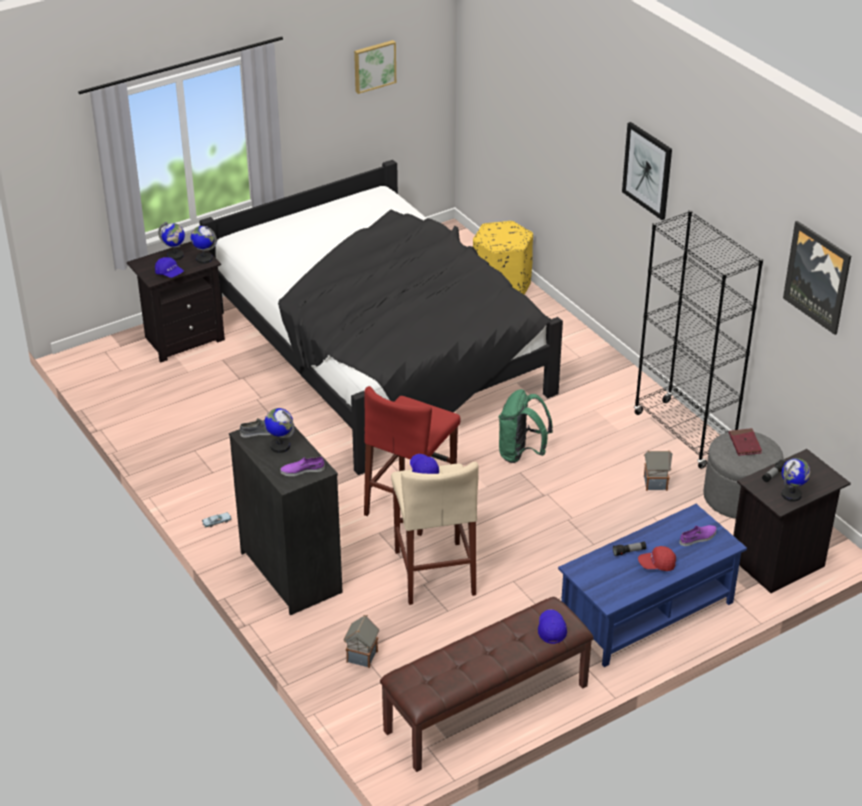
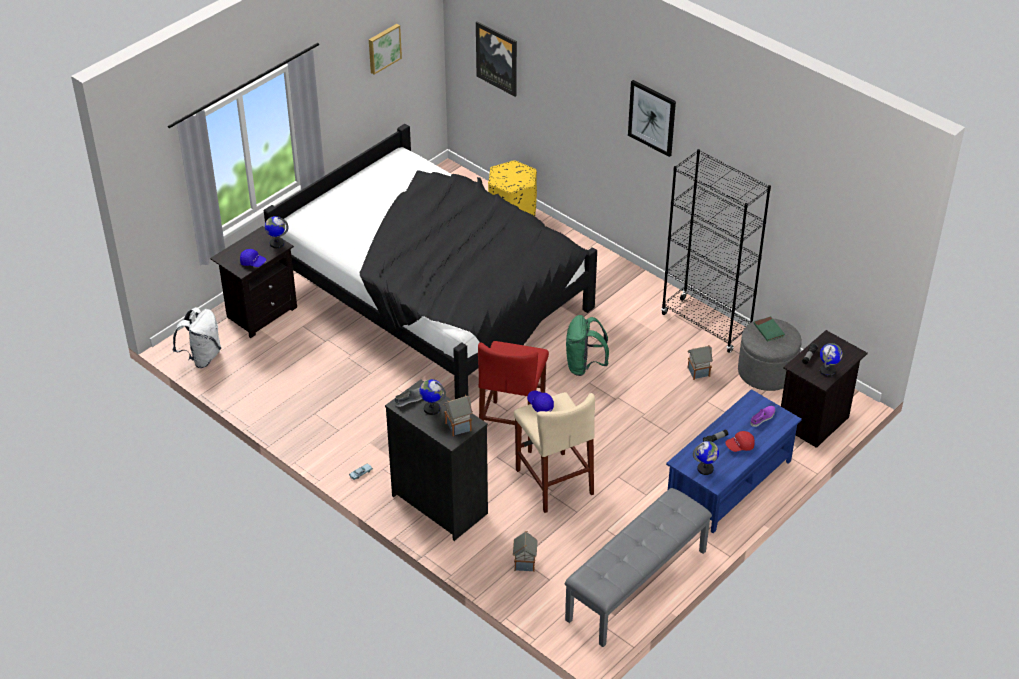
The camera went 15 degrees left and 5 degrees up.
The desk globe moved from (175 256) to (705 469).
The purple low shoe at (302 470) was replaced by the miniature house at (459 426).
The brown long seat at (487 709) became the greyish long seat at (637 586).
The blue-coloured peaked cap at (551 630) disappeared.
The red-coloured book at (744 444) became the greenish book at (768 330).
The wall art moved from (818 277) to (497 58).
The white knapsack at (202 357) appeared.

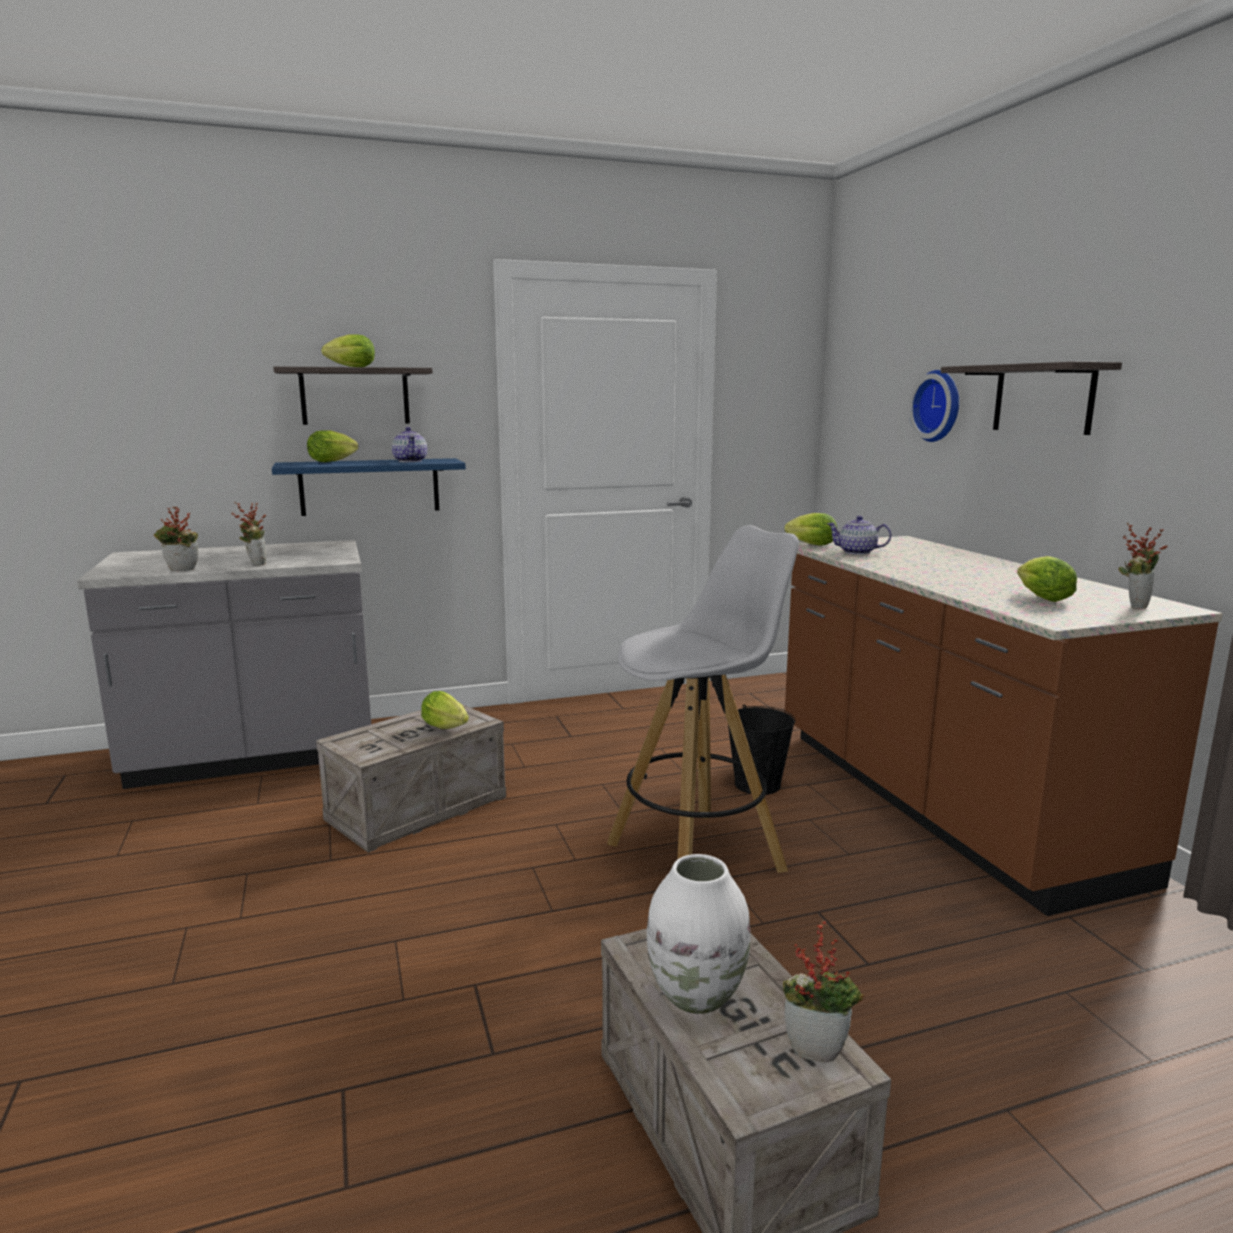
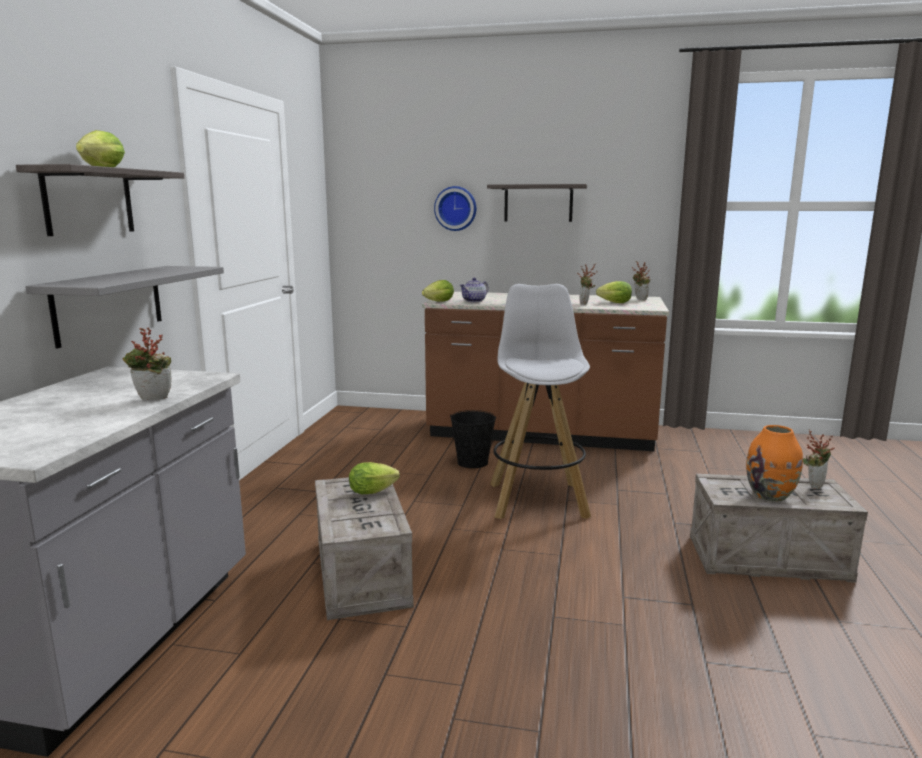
The camera went 60 degrees left and 0 degrees up.
The plant in a pot moved from (180 570) to (585 304).
The blue-coloured bracket shelf at (370 486) became the greyish bracket shelf at (109 304).
The lettuce at (334 461) disappeared.
The tea pot at (410 461) disappeared.
The white flower vase at (697 995) became the orange flower vase at (770 495).

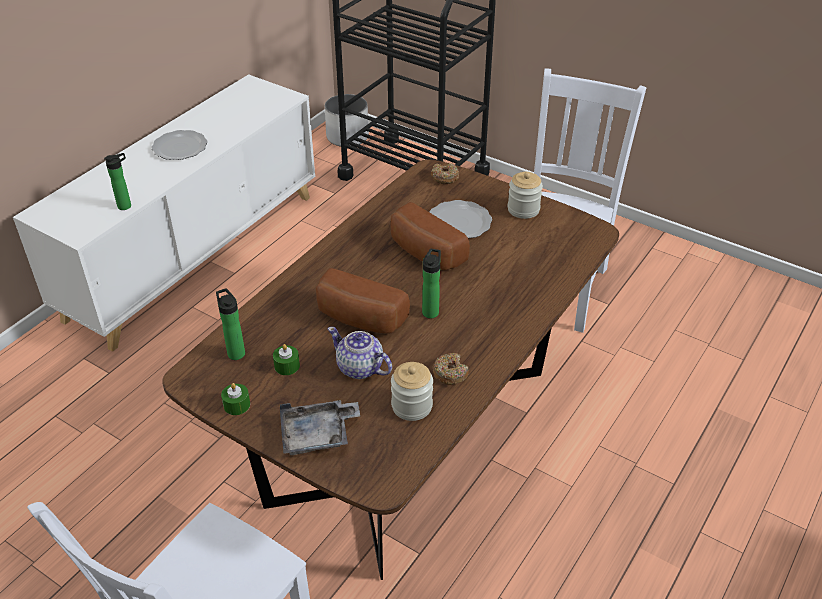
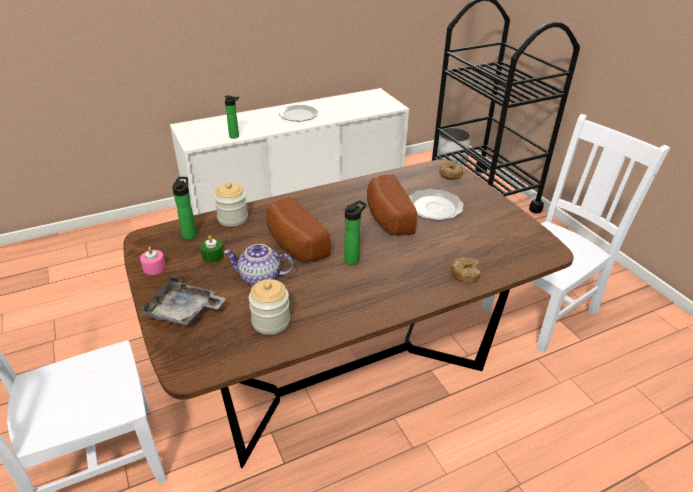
The camera went 30 degrees right and 5 degrees down.
The greenish wax light at (237 405) became the pink wax light at (154 267).
The tea pot at (360 368) turned 60 degrees counterclockwise.
The donut moved from (450 373) to (465 274).
The storage jar moved from (523 209) to (233 218).

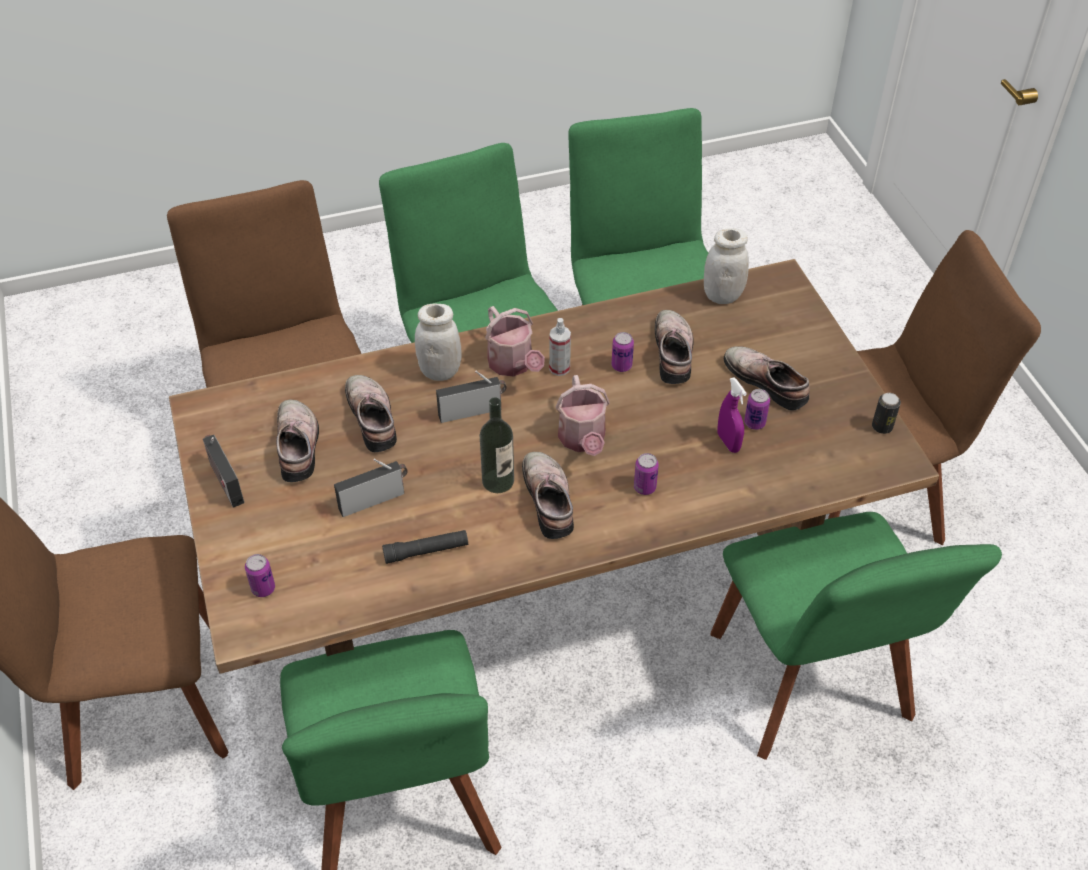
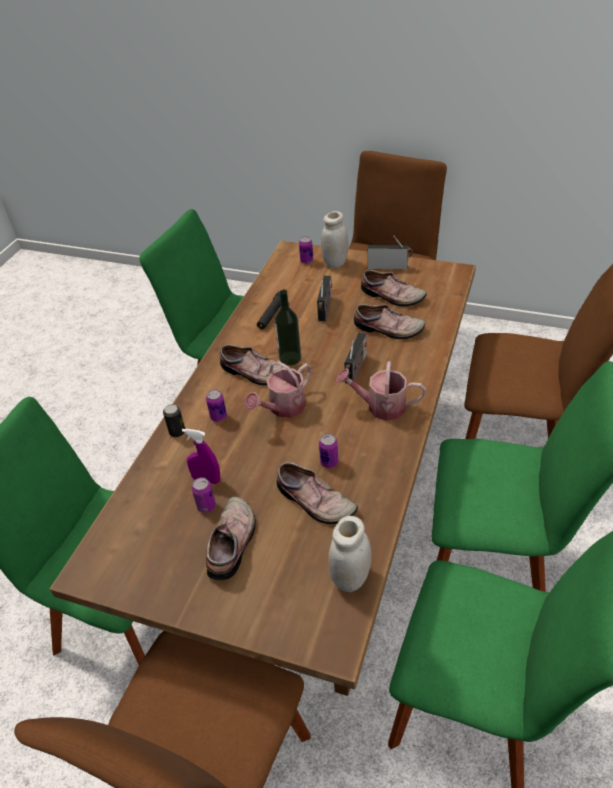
The camera went 130 degrees right and 5 degrees down.
The white storage jar moved from (440 371) to (335 263).
The sprayer at (559 368) disappeared.
The watering can at (583 440) turned 75 degrees counterclockwise.
The low shoe at (767 381) turned 75 degrees counterclockwise.
The metal can moved from (882 427) to (177 432).

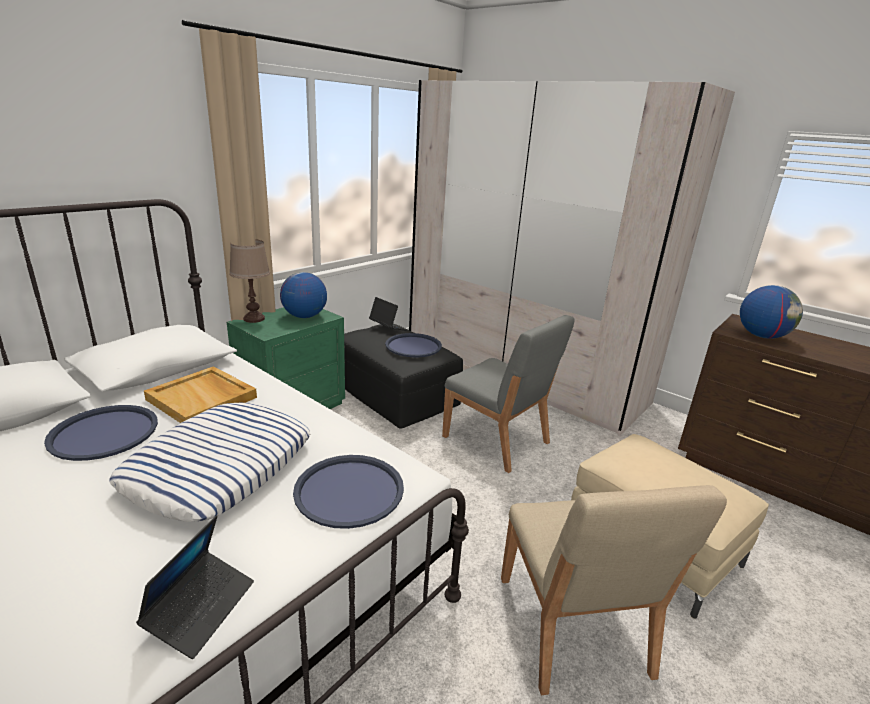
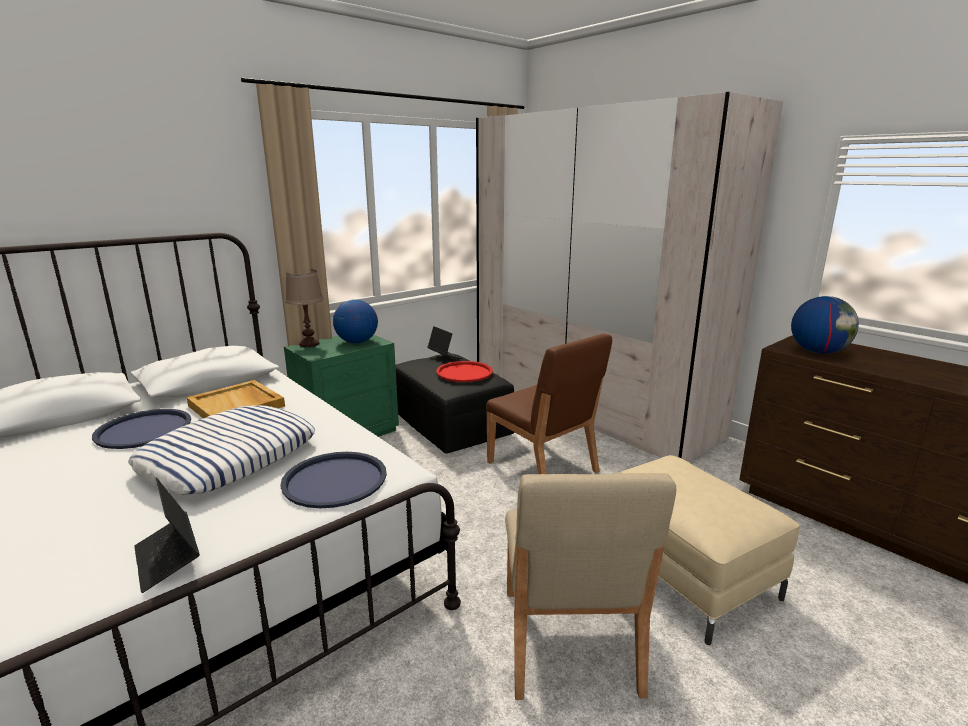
The camera went 10 degrees right and 5 degrees down.
The laptop at (201 608) turned 120 degrees clockwise.
The blue-coloured tray at (413 346) became the red-coloured tray at (464 372).
The greyish chair at (496 440) became the brown chair at (543 467).

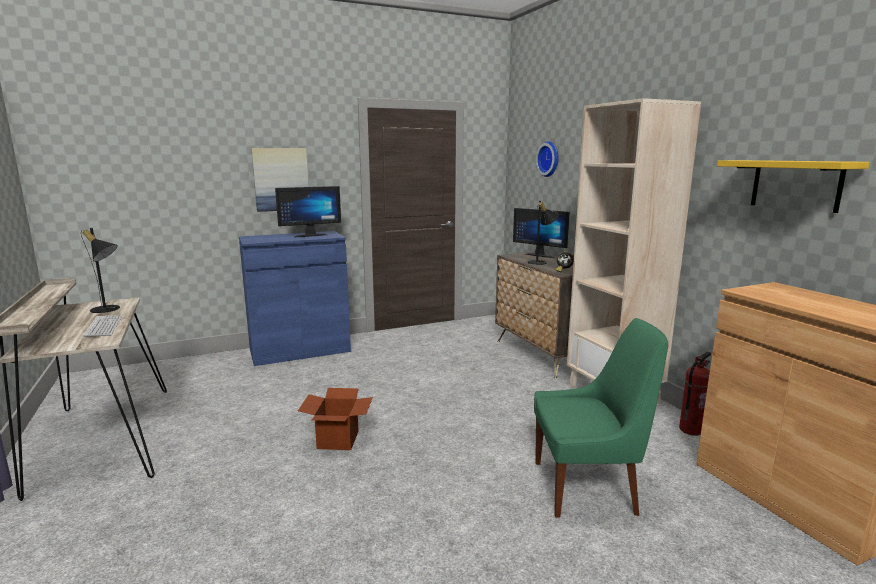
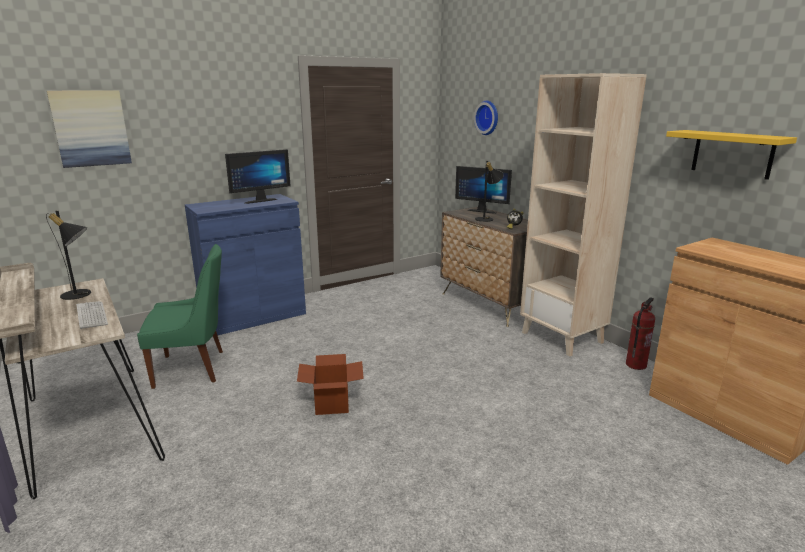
The camera went 10 degrees left and 5 degrees up.
The wall art moved from (281 179) to (91 128).
The greenish chair moved from (588 487) to (193 368).

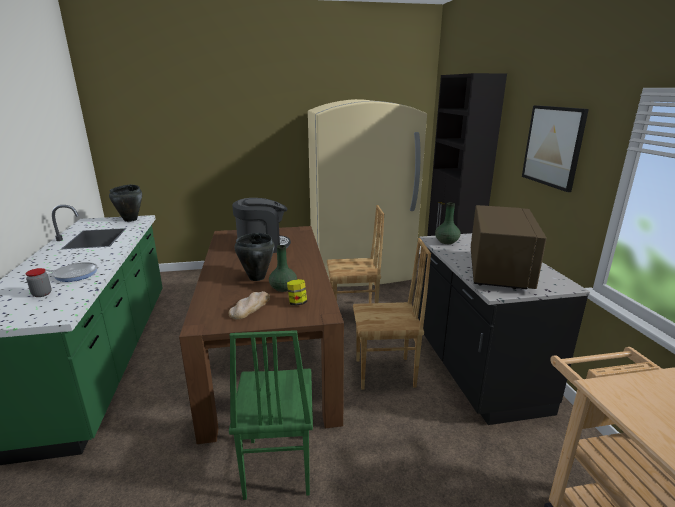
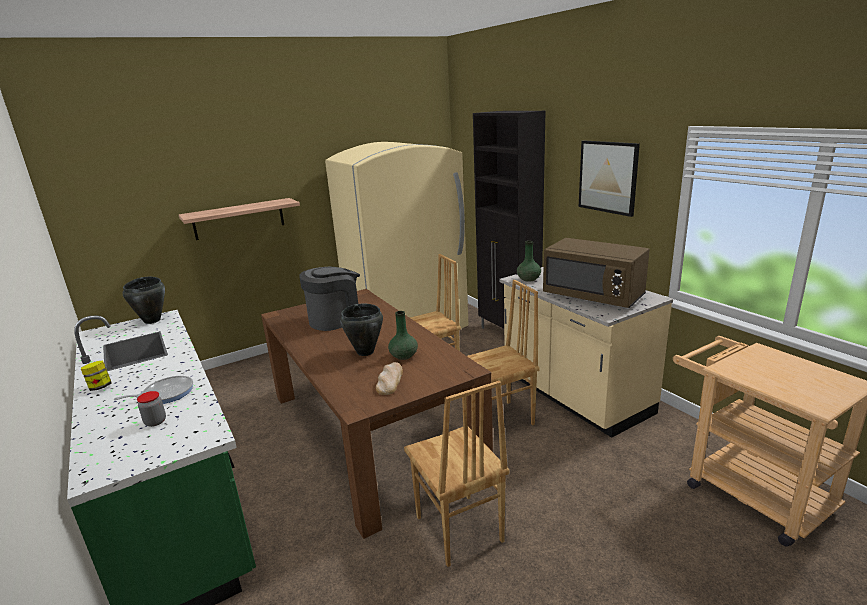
The camera went 20 degrees left and 0 degrees up.
The greenish chair at (276 467) became the brown chair at (458 530).
The storage jar moved from (297 303) to (100 387).
The blackish counter at (475 370) became the beige-coloured counter at (574 396).
The brown microwave at (498 270) turned 135 degrees clockwise.
The bracket shelf at (239 219) appeared.

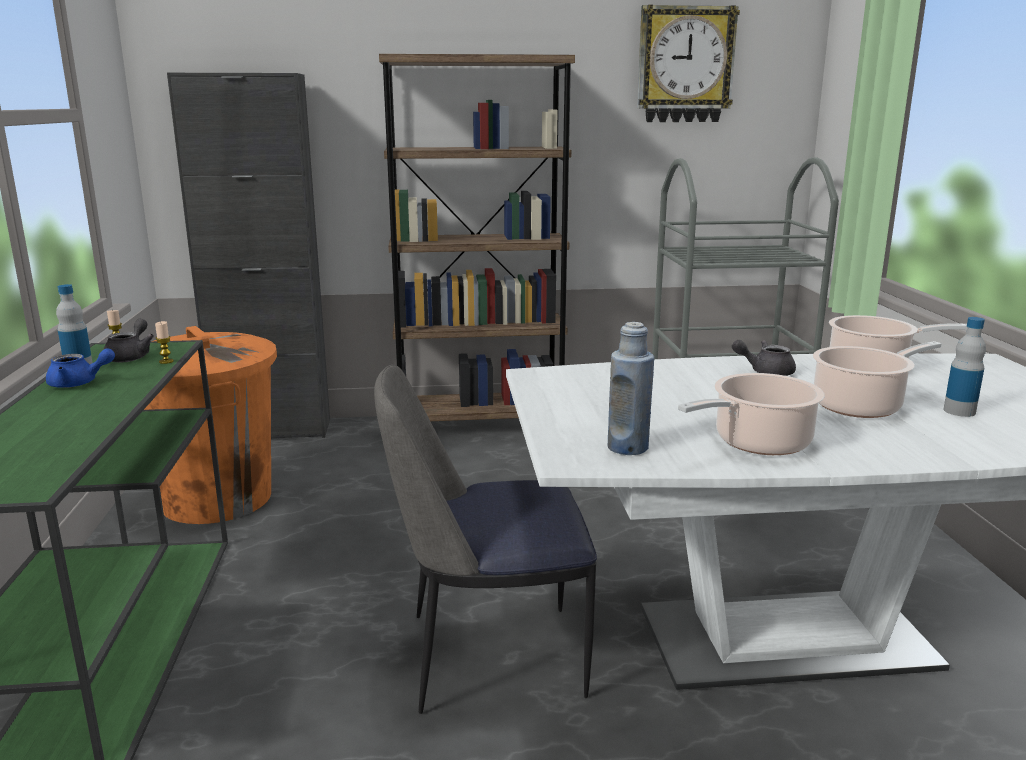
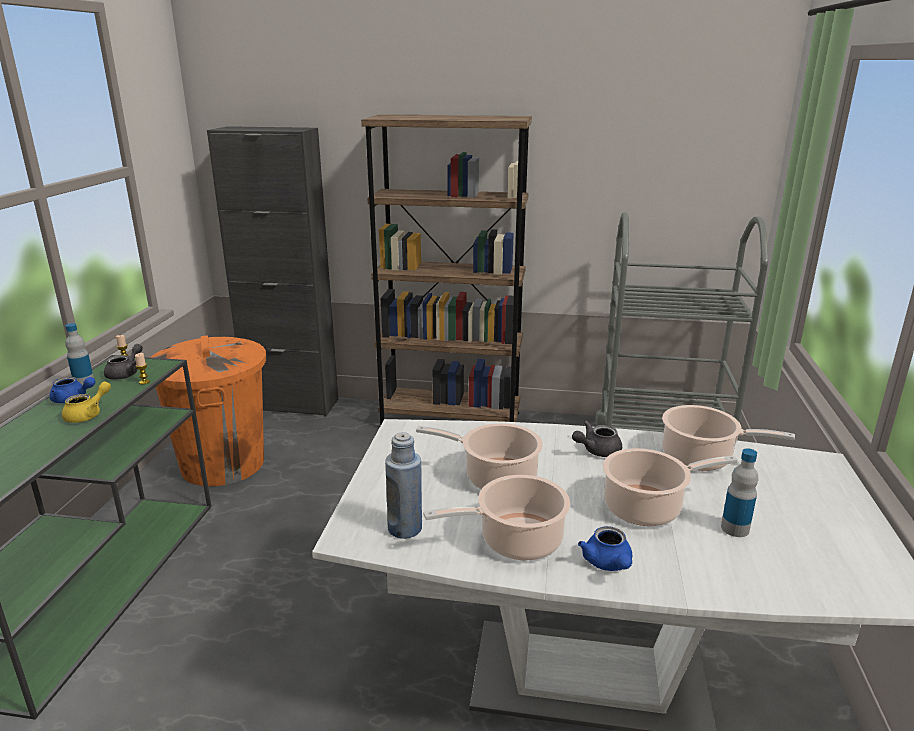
The camera went 15 degrees right and 5 degrees up.
The chair at (488 656) disappeared.
The clock on the wall at (685 65) disappeared.
The greyish tea pot at (765 372) turned 45 degrees counterclockwise.
The yellow-coloured tea pot at (88 415) appeared.
The stockpot at (495 477) appeared.
The blue-coloured tea pot at (608 564) appeared.

